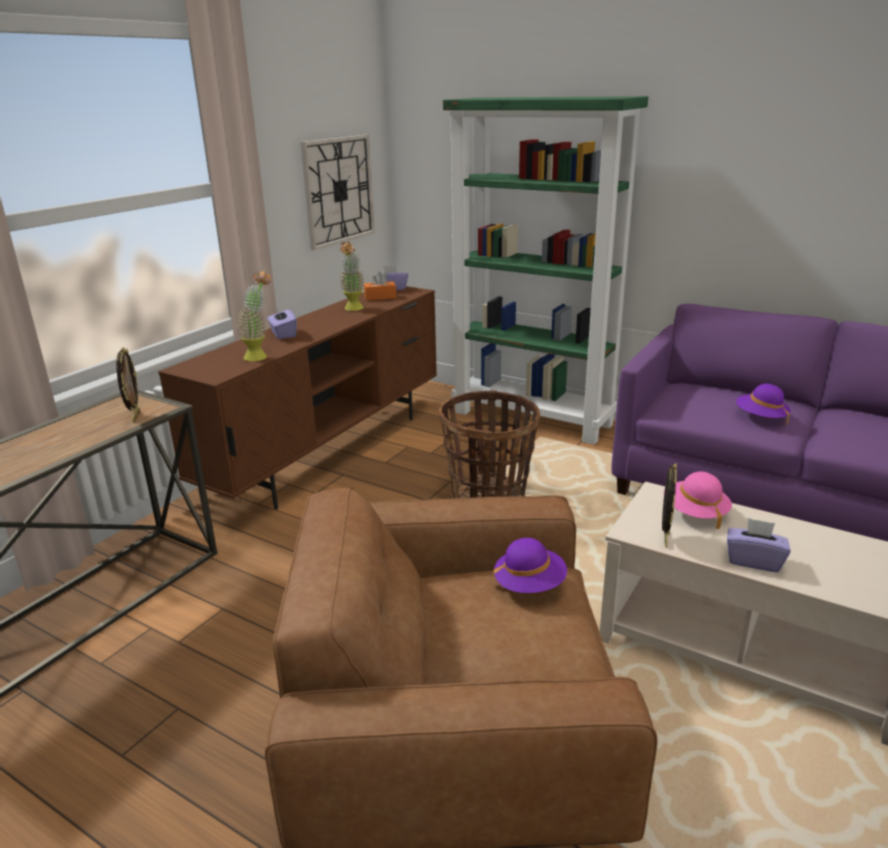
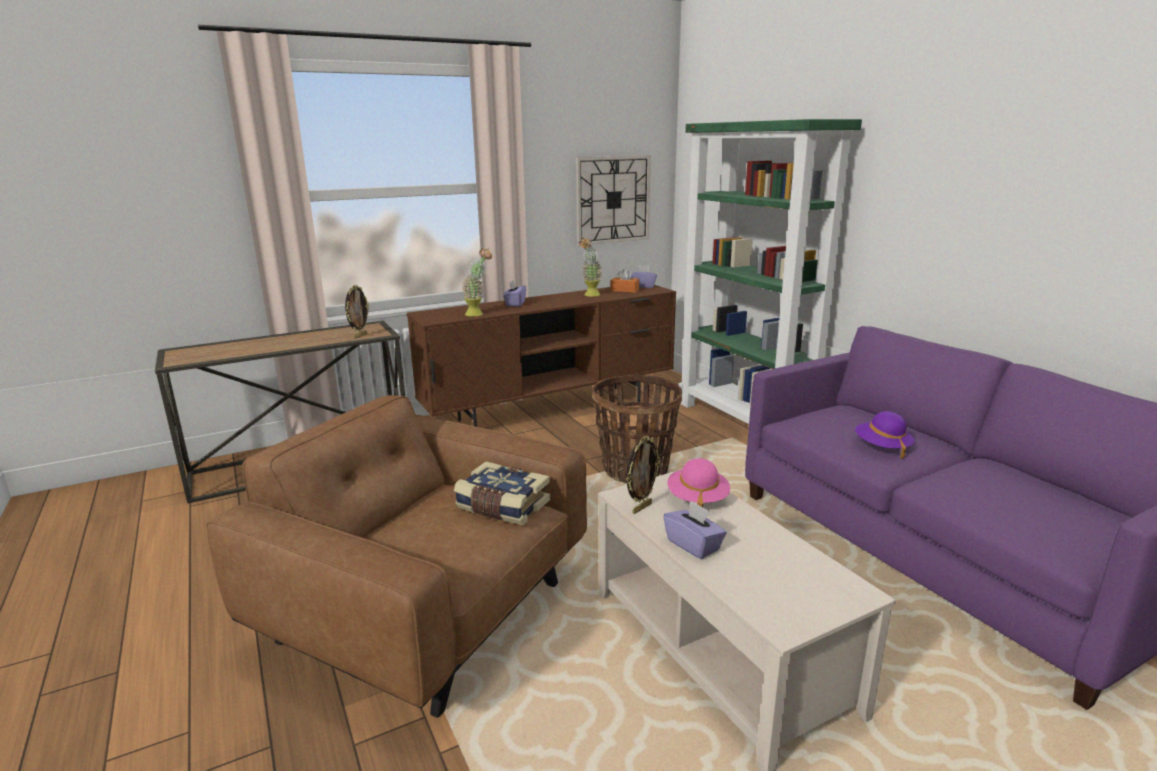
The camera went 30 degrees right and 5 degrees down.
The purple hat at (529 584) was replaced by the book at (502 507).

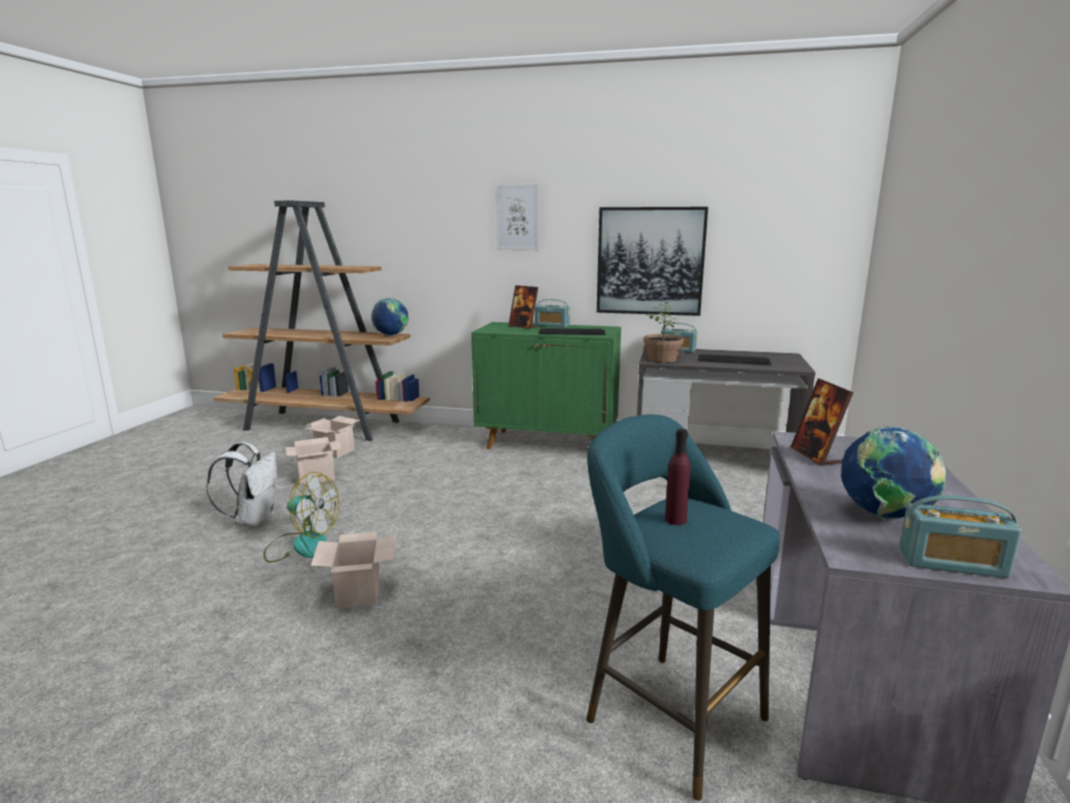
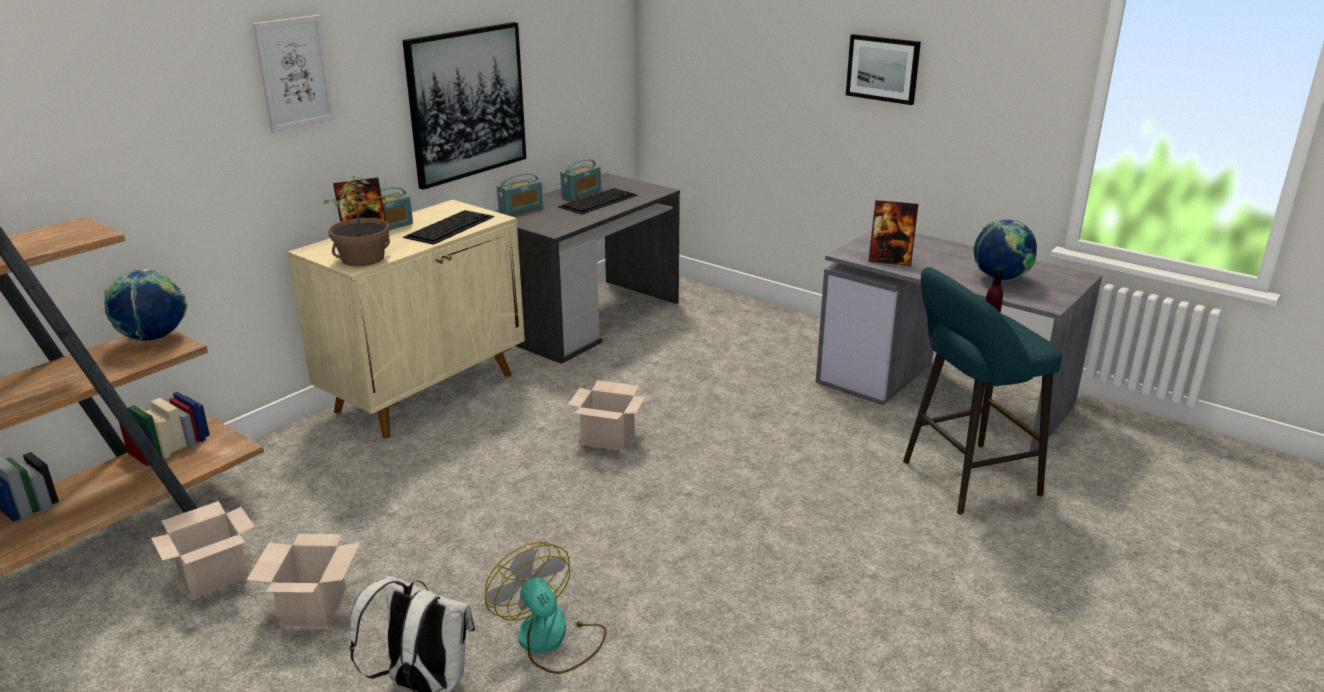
The camera went 65 degrees left and 10 degrees up.
The cooling fan at (301 545) turned 75 degrees counterclockwise.
The carton moved from (359 593) to (609 438).
The greenish storage cabinet at (548 444) became the beige-coloured storage cabinet at (427 392).
The plant in a pot moved from (662 359) to (363 258).
The radio moved from (952 563) to (581 193).
The wall art at (883 69) appeared.

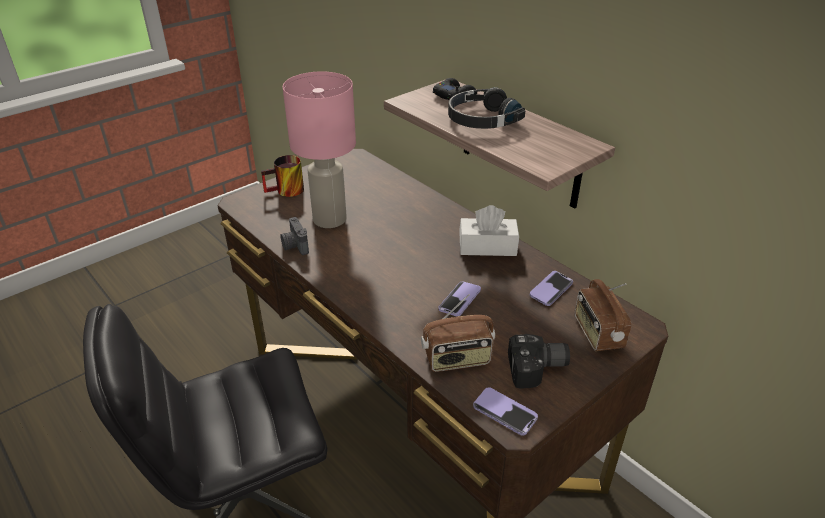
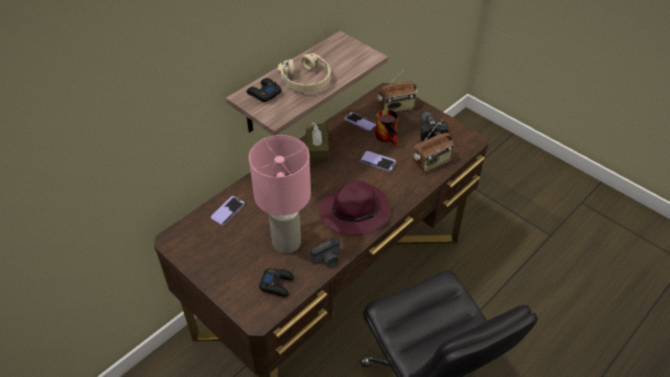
The camera went 95 degrees left and 10 degrees up.
The coffee mug moved from (286 192) to (389 137).
The radio at (457 359) turned 75 degrees clockwise.
The blackish headphones at (481 119) became the beige-coloured headphones at (306 80).
The white tissue holder at (487 247) became the brown tissue holder at (317 149).
The handset moved from (504 412) to (228 211).
The blackish game controller at (277 284) appeared.
The purple hat at (355 211) appeared.

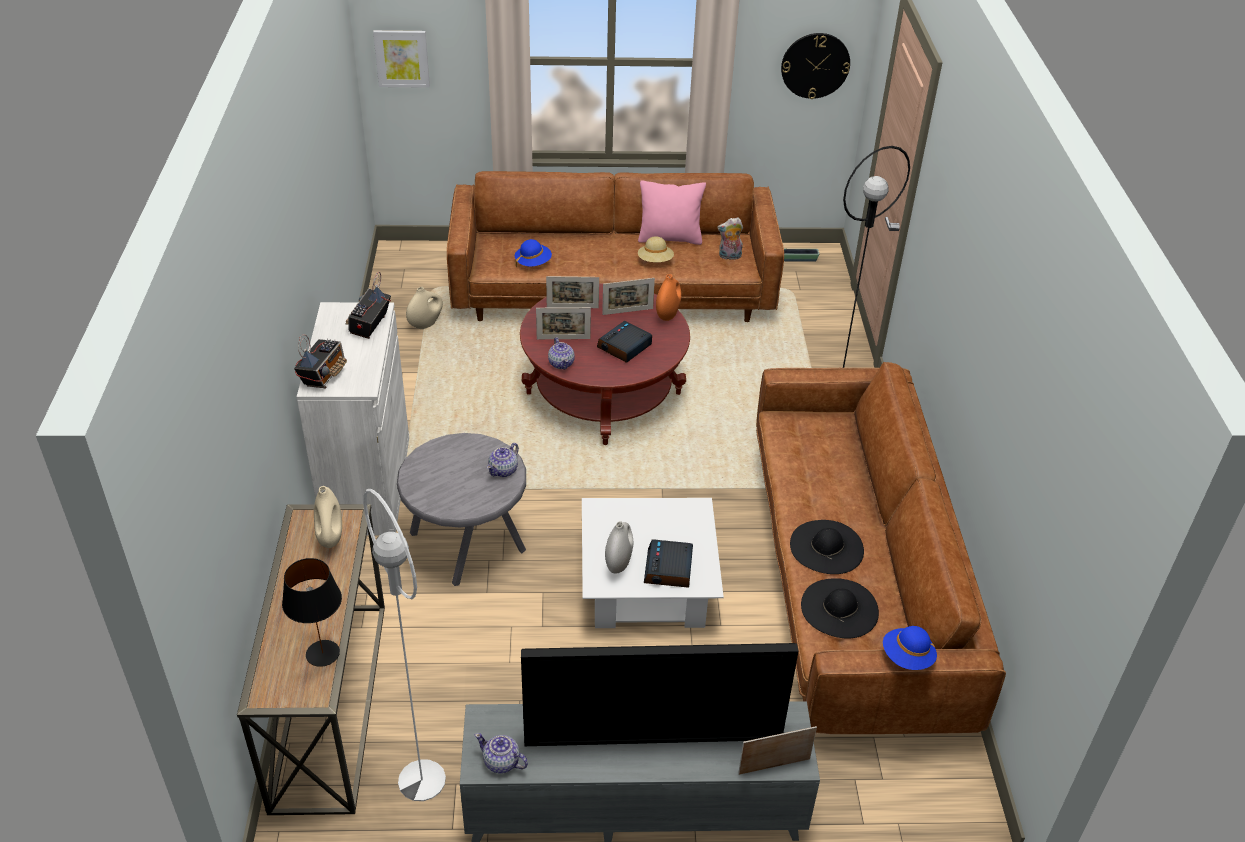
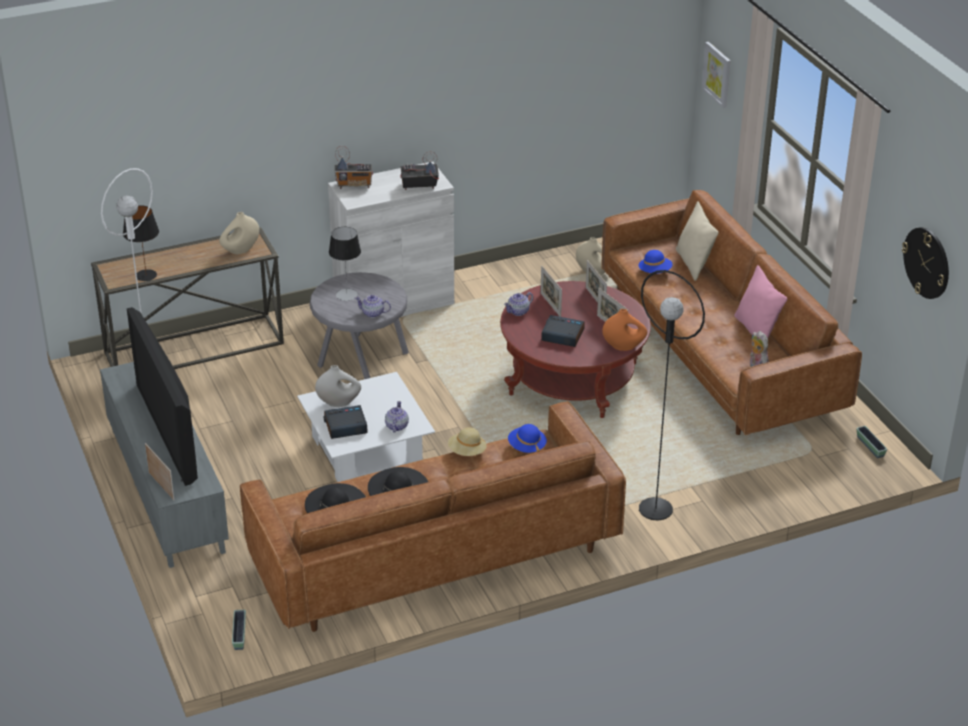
The camera went 70 degrees right and 5 degrees down.
The tea pot moved from (501 762) to (396 426).
The beige-coloured hat moved from (655 261) to (467 452).
The blue-coloured hat moved from (907 657) to (526 447).
The flower pot at (239 634) appeared.
The lamp for a table at (346 295) appeared.
The beige-coloured pillow at (693 264) appeared.

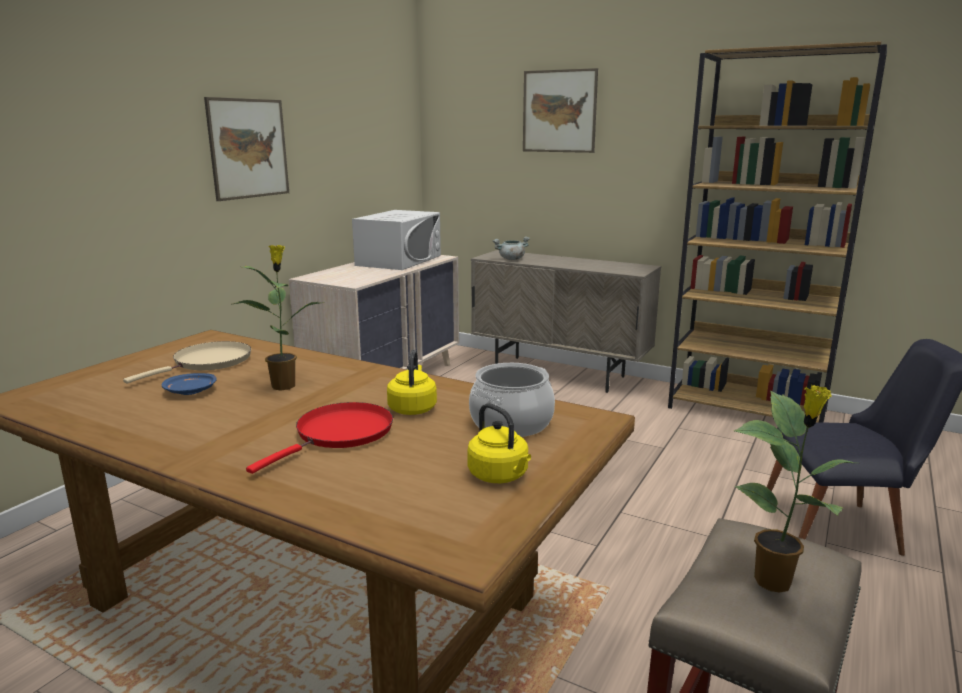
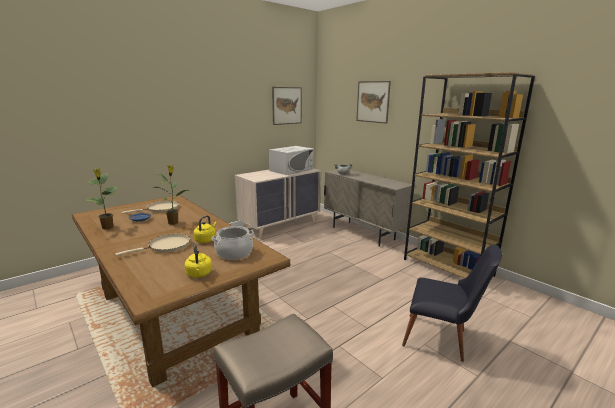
The camera went 20 degrees right and 0 degrees up.
The wall art moved from (248 148) to (287 105).
The red-coloured frying pan at (340 434) became the beige-coloured frying pan at (167 246).
The plant in a pot moved from (775 582) to (107 227).

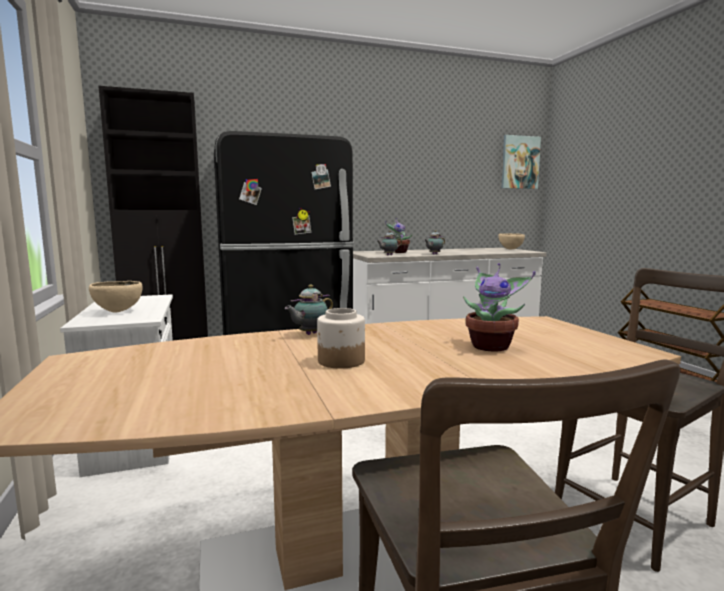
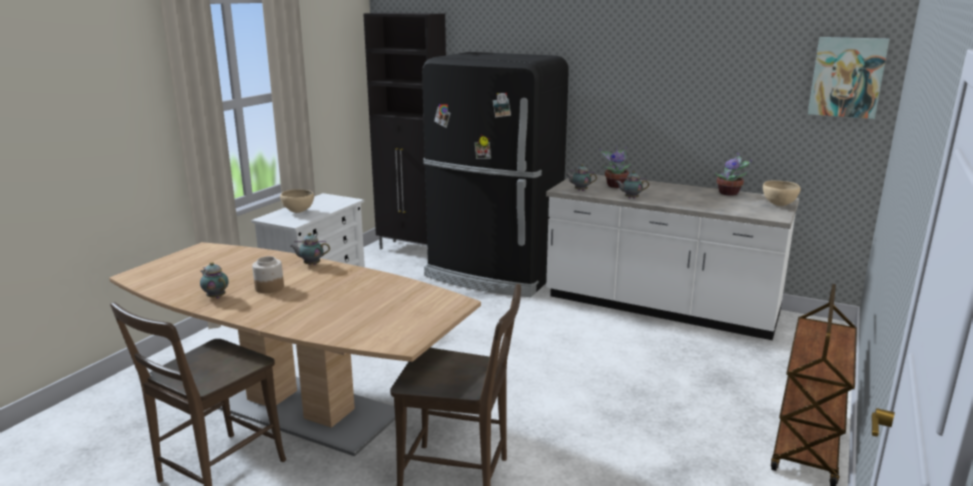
The camera went 45 degrees right and 10 degrees up.
The plant in a pot moved from (492 346) to (730 193).
The tea pot at (216 297) appeared.

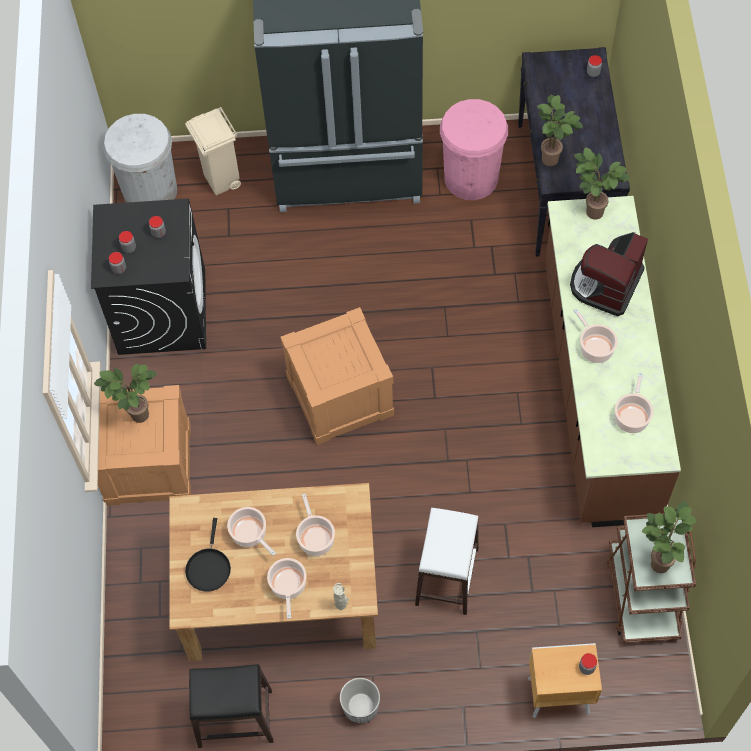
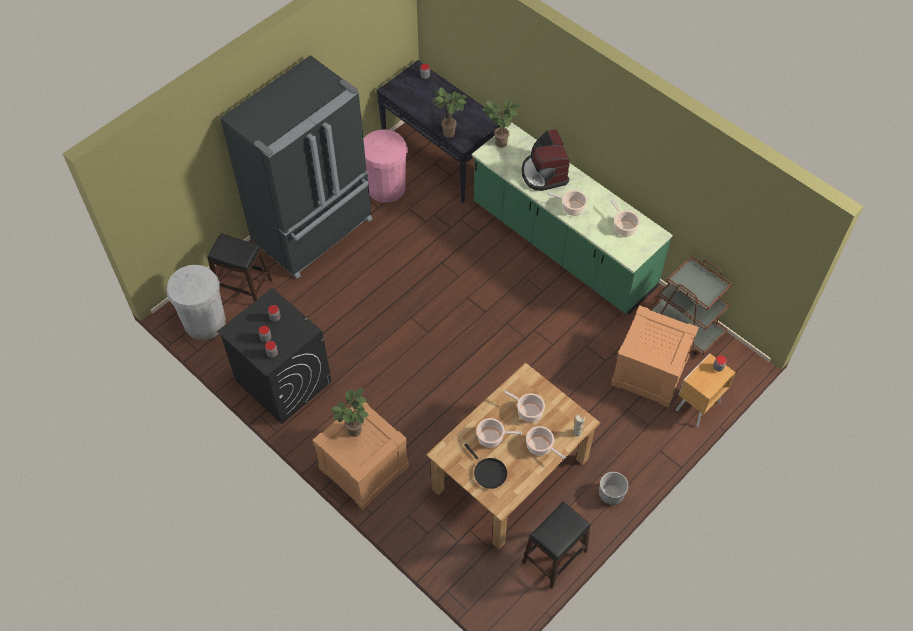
The camera went 45 degrees left and 5 degrees down.
The beige-coloured rubbish bin at (222 181) was replaced by the blackish stool seat at (243 286).
The crate moved from (340 396) to (650 371).
The white stool seat at (447 576) disappeared.
The brown counter at (596 390) became the greenish counter at (562 247).
The plant in a pot at (658 561) disappeared.

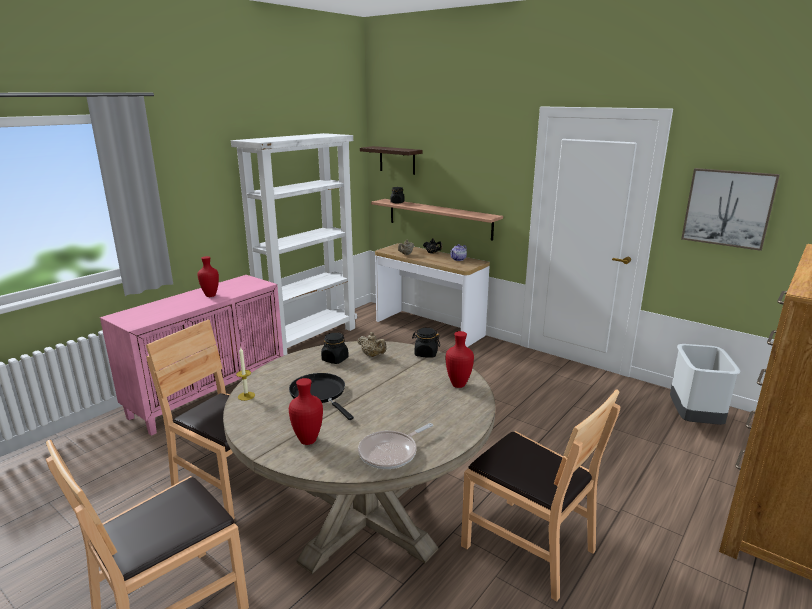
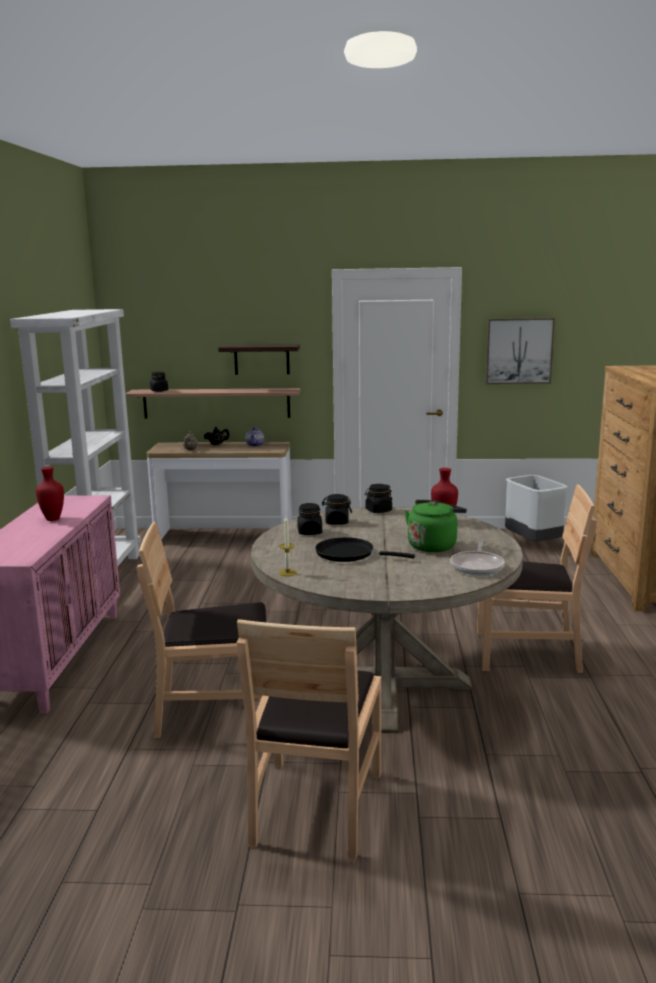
The camera went 35 degrees left and 5 degrees down.
The red-coloured flower vase at (308 441) disappeared.
The beige-coloured tea pot at (372 355) was replaced by the blackish storage jar at (336 522).
The bracket shelf moved from (397 160) to (261 359).
The greenish tea kettle at (433 545) appeared.

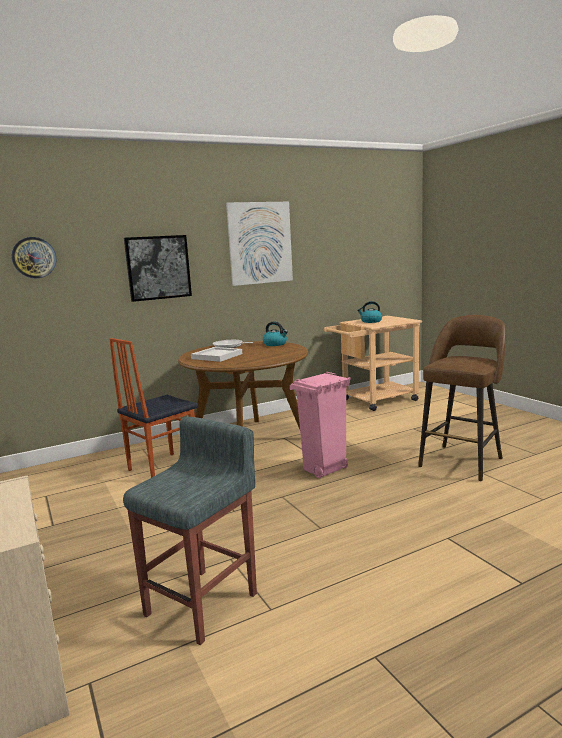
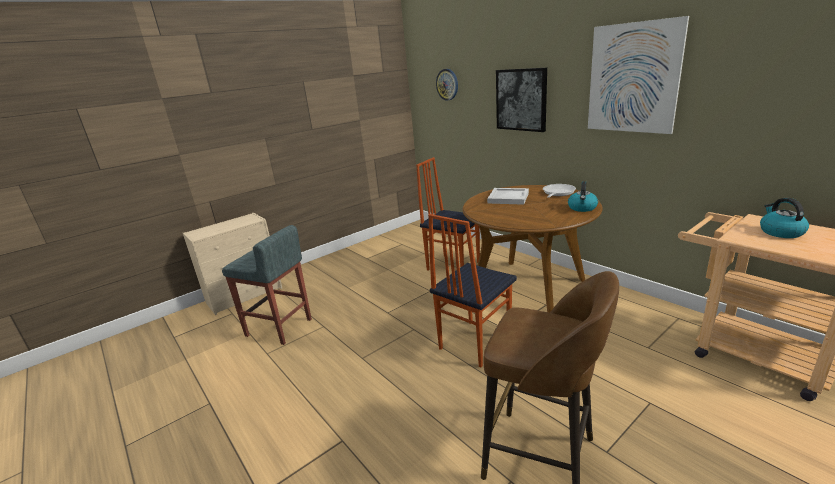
The camera went 80 degrees right and 10 degrees up.
The pink rubbish bin at (323 470) was replaced by the chair at (473 343).

